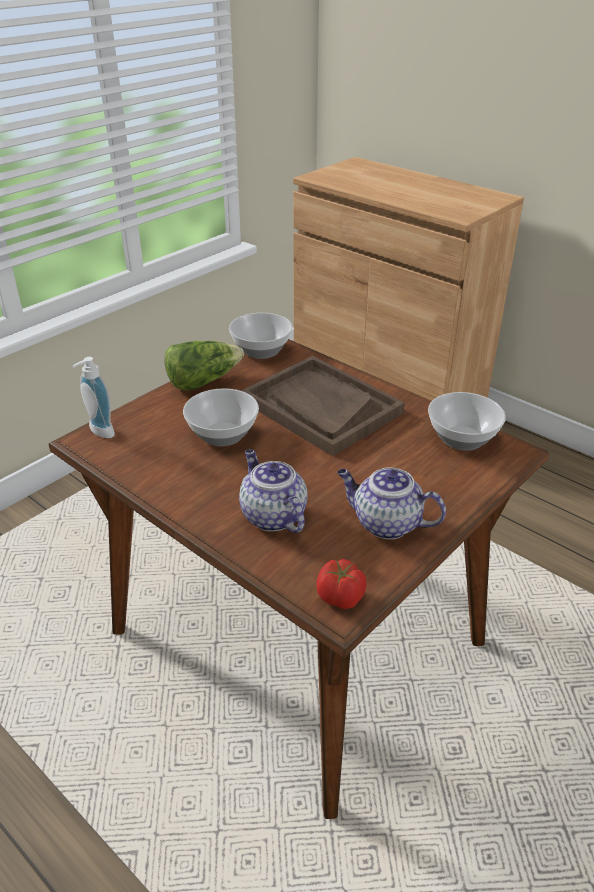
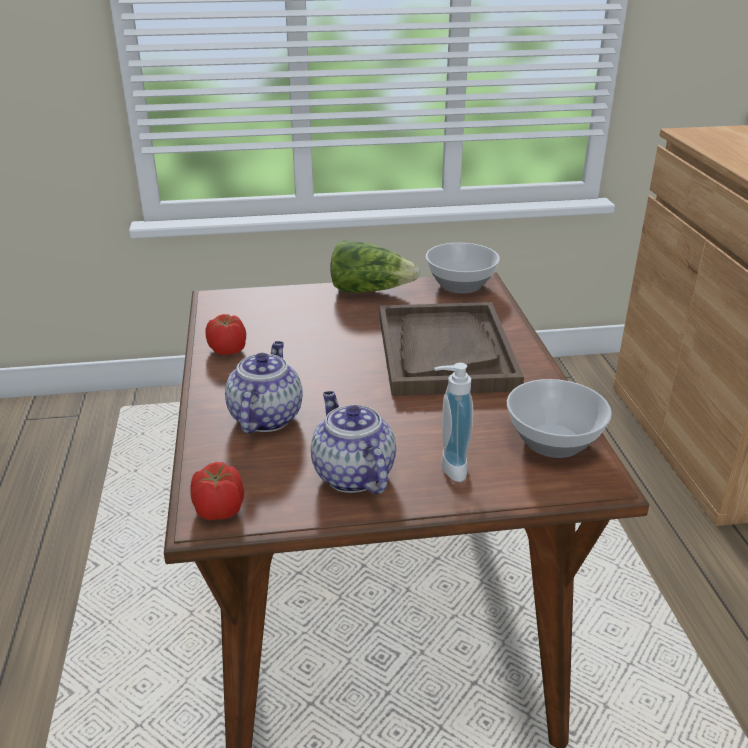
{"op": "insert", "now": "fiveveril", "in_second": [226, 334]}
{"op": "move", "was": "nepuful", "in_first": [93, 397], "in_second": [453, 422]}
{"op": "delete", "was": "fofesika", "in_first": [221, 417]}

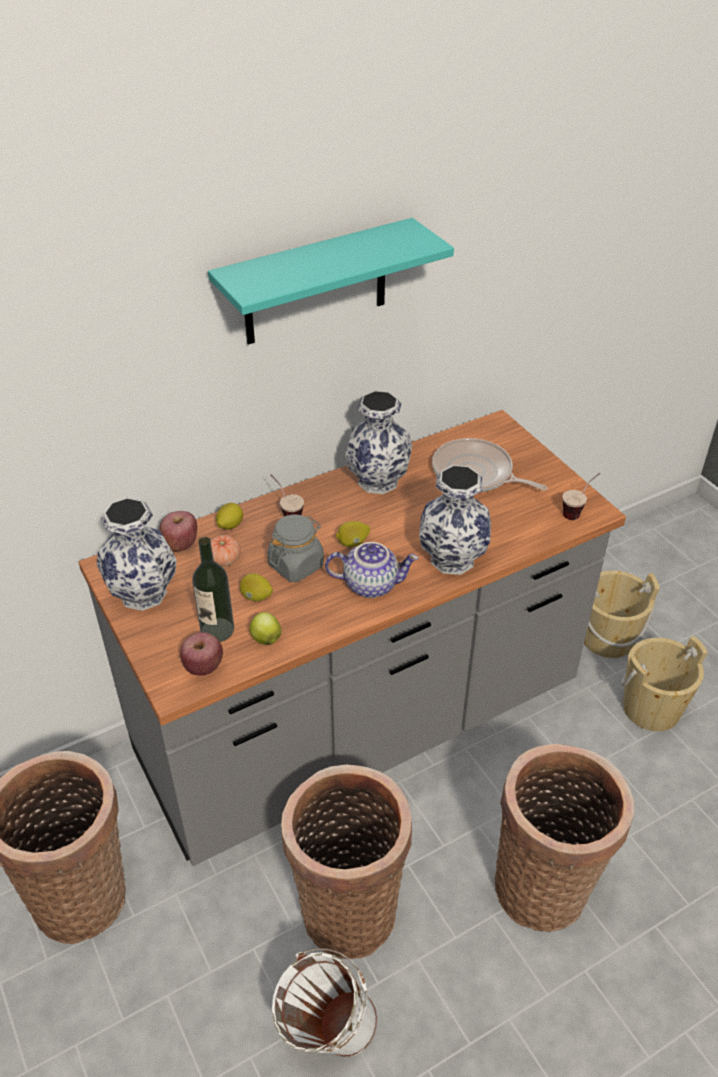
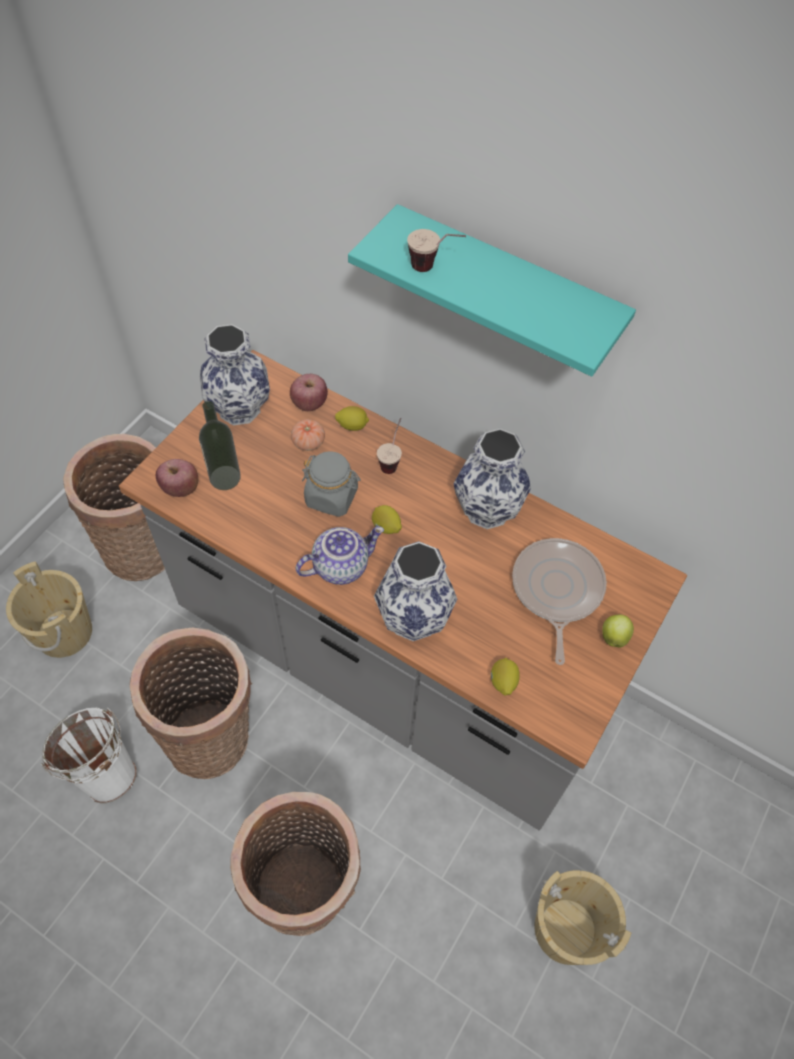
{"op": "move", "was": "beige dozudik", "in_first": [622, 614], "in_second": [49, 609]}
{"op": "rotate", "was": "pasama", "in_first": [372, 570], "in_second": [340, 555], "clockwise": -90}
{"op": "move", "was": "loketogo", "in_first": [581, 496], "in_second": [436, 250]}
{"op": "move", "was": "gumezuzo", "in_first": [256, 587], "in_second": [505, 677]}
{"op": "move", "was": "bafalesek", "in_first": [265, 628], "in_second": [618, 631]}

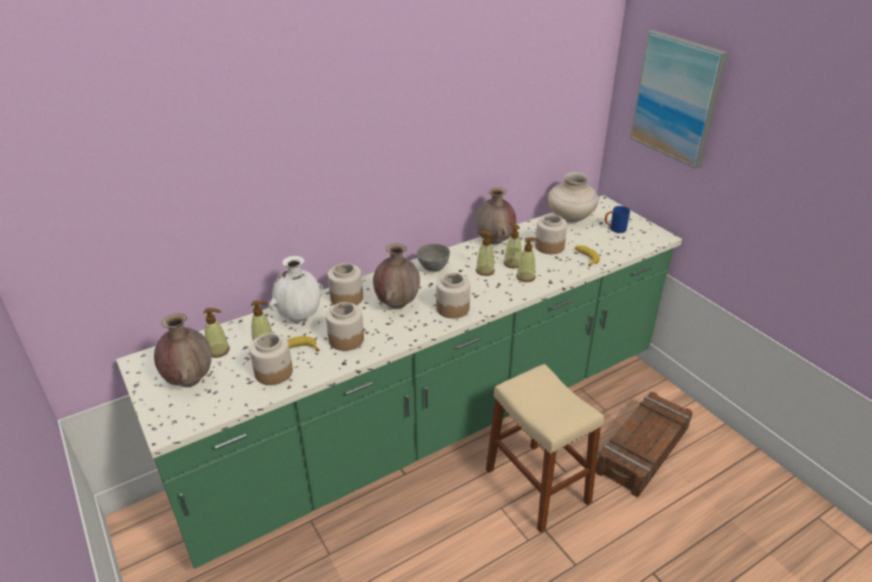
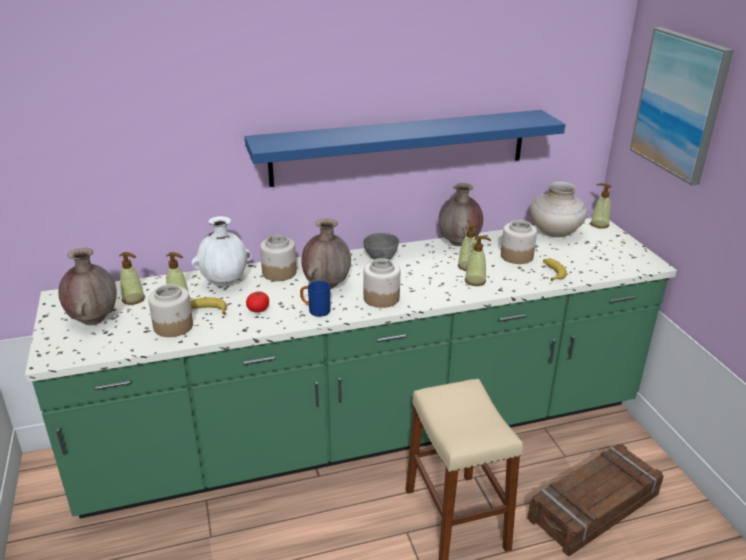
{"op": "insert", "now": "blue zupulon", "in_second": [405, 148]}
{"op": "replace", "was": "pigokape", "now": "fiveveril", "in_first": [345, 326], "in_second": [257, 301]}
{"op": "move", "was": "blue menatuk", "in_first": [617, 219], "in_second": [315, 299]}
{"op": "move", "was": "nepuful", "in_first": [485, 253], "in_second": [600, 205]}

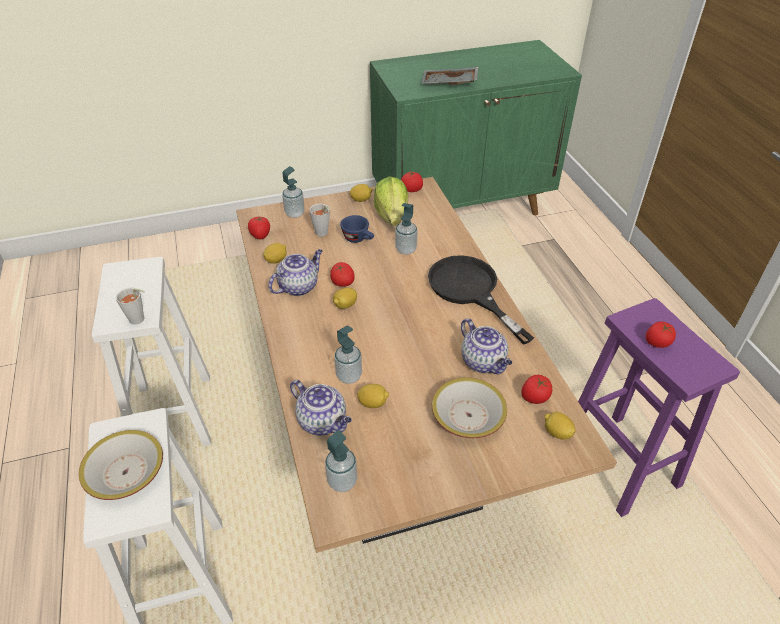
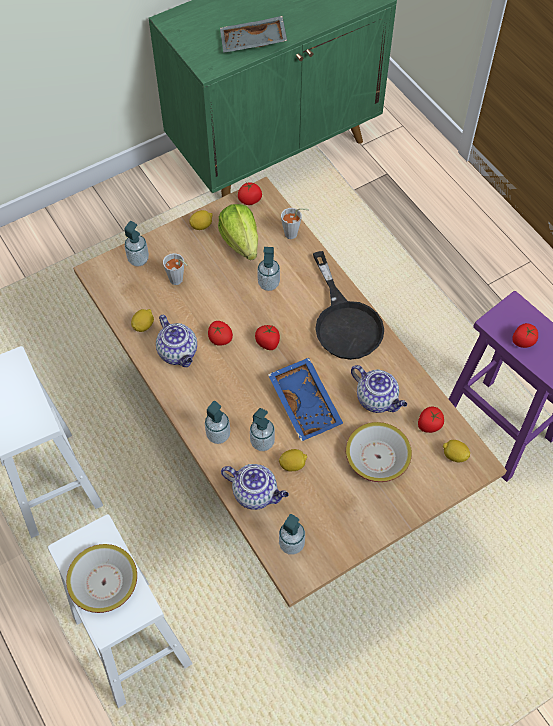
{"op": "rotate", "was": "pasama", "in_first": [295, 272], "in_second": [176, 341], "clockwise": 120}
{"op": "insert", "now": "nepuful", "in_second": [217, 422]}
{"op": "move", "was": "fiveveril", "in_first": [259, 228], "in_second": [267, 337]}
{"op": "insert", "now": "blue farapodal", "in_second": [305, 400]}
{"op": "move", "was": "grey loketogo", "in_first": [130, 306], "in_second": [295, 223]}
{"op": "rotate", "was": "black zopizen", "in_first": [481, 300], "in_second": [348, 305], "clockwise": -150}
{"op": "delete", "was": "gumezuzo", "in_first": [345, 298]}
{"op": "delete", "was": "blue loketogo", "in_first": [357, 229]}

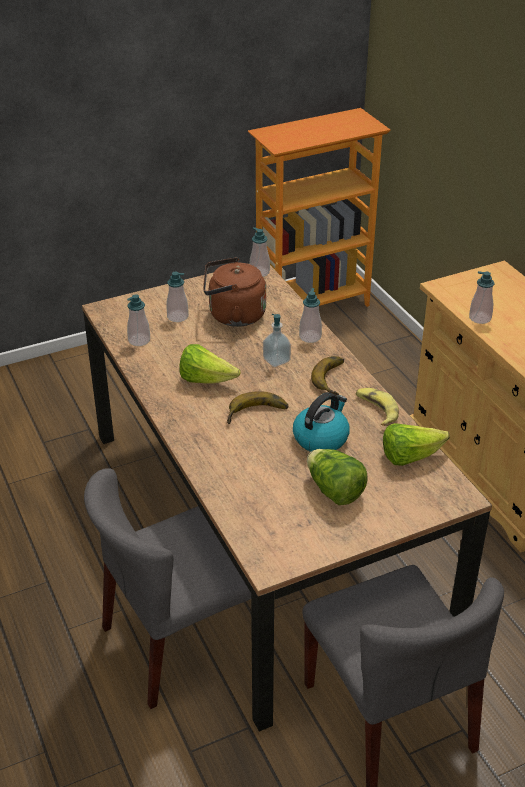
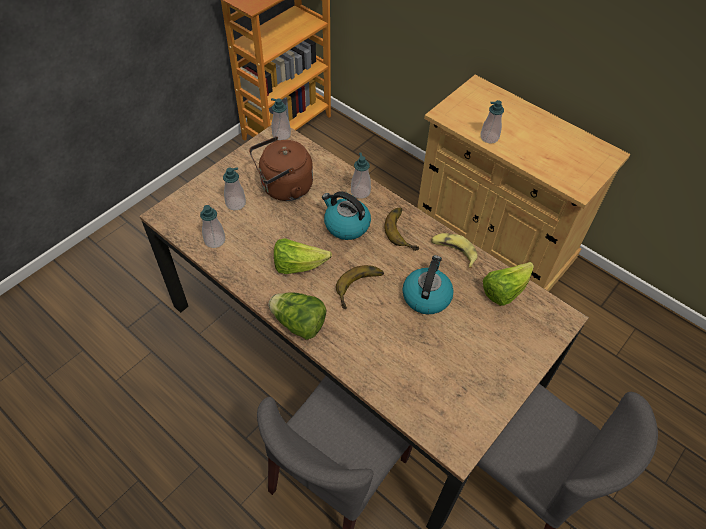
{"op": "move", "was": "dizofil", "in_first": [337, 477], "in_second": [297, 316]}
{"op": "replace", "was": "nepuful", "now": "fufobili", "in_first": [277, 340], "in_second": [346, 215]}

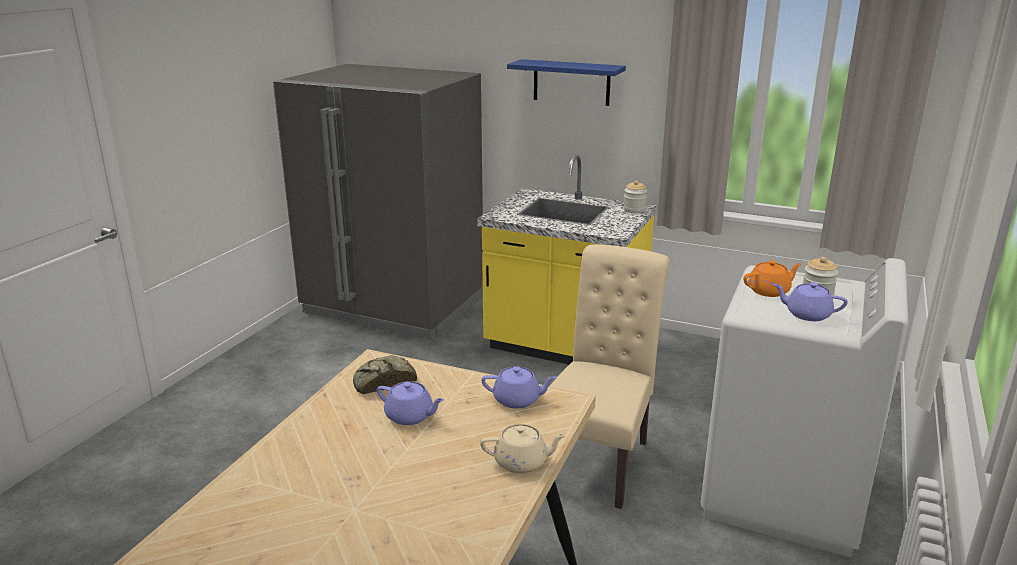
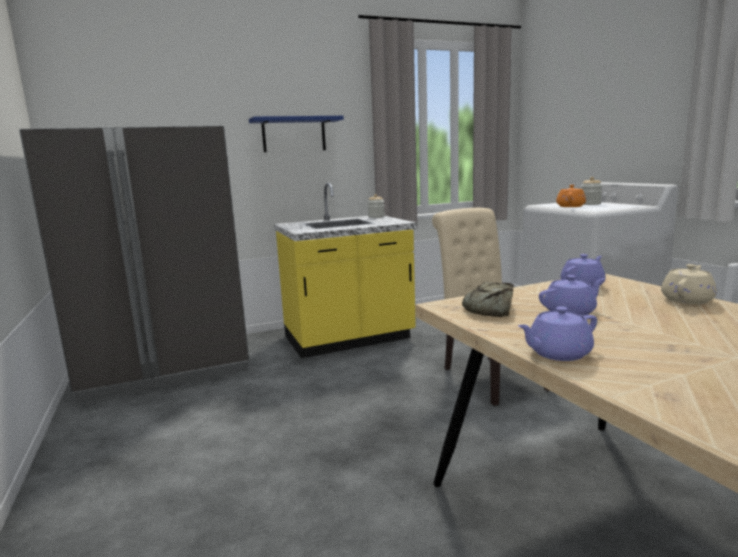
{"op": "move", "was": "purple pasama", "in_first": [810, 301], "in_second": [557, 334]}

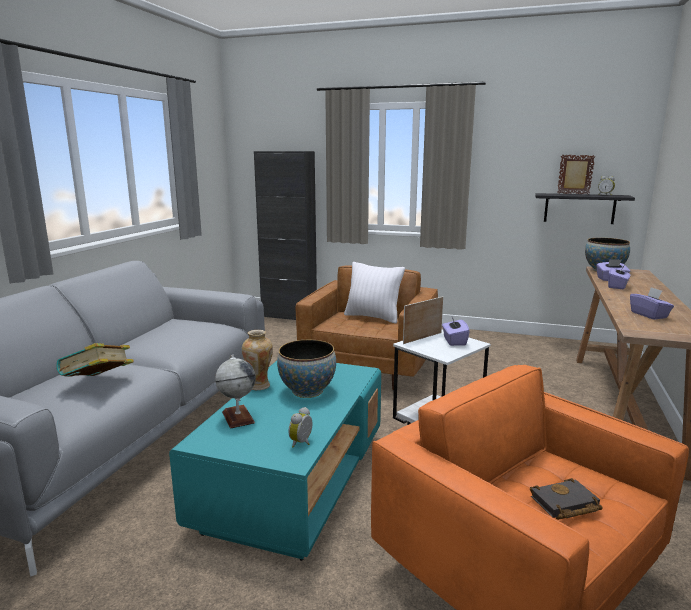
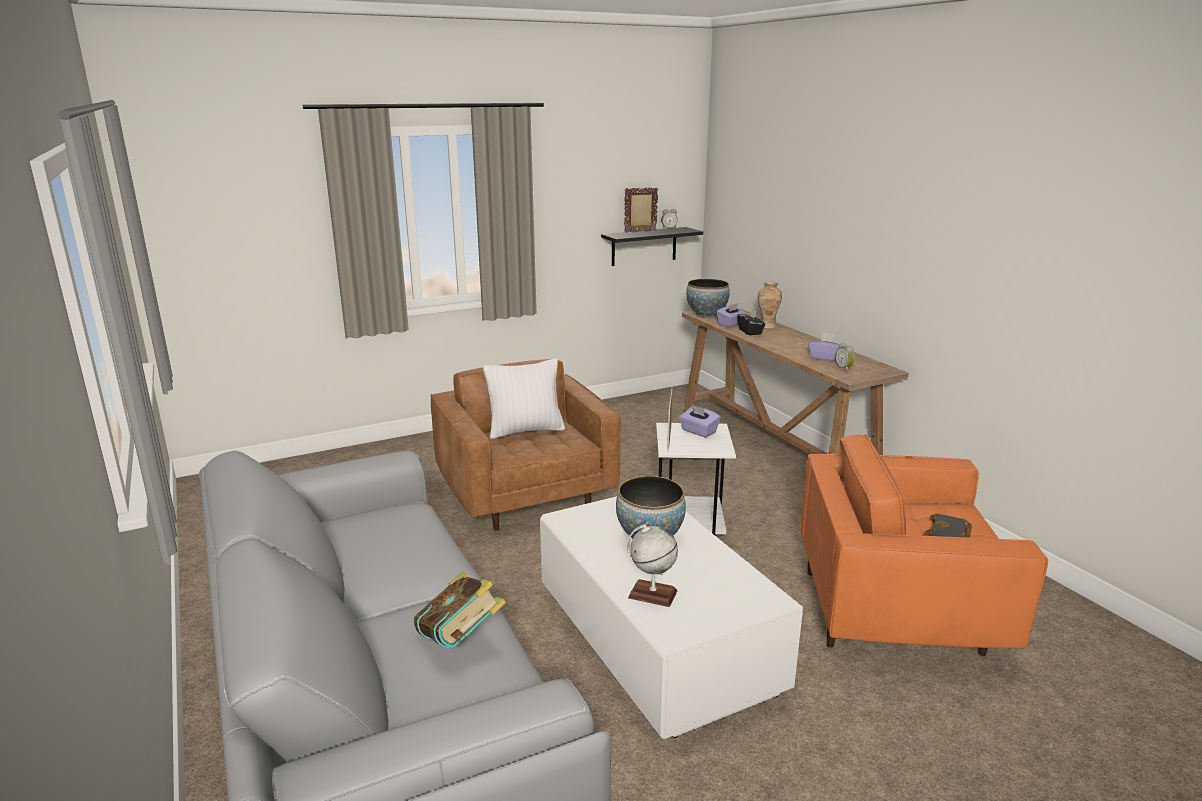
{"op": "recolor", "was": "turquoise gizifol", "now": "white gizifol", "in_first": [275, 461], "in_second": [671, 617]}
{"op": "recolor", "was": "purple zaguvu", "now": "black zaguvu", "in_first": [619, 277], "in_second": [751, 322]}
{"op": "move", "was": "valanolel", "in_first": [257, 360], "in_second": [770, 305]}
{"op": "move", "was": "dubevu", "in_first": [300, 427], "in_second": [845, 357]}
{"op": "delete", "was": "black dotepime", "in_first": [285, 235]}

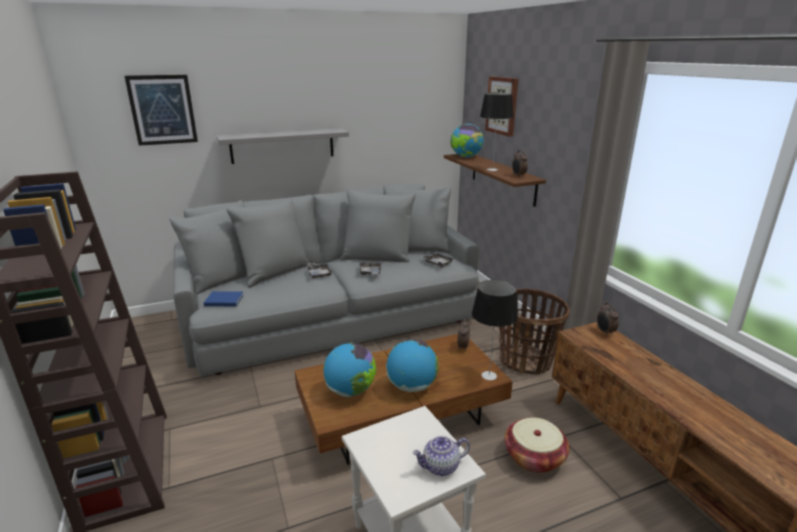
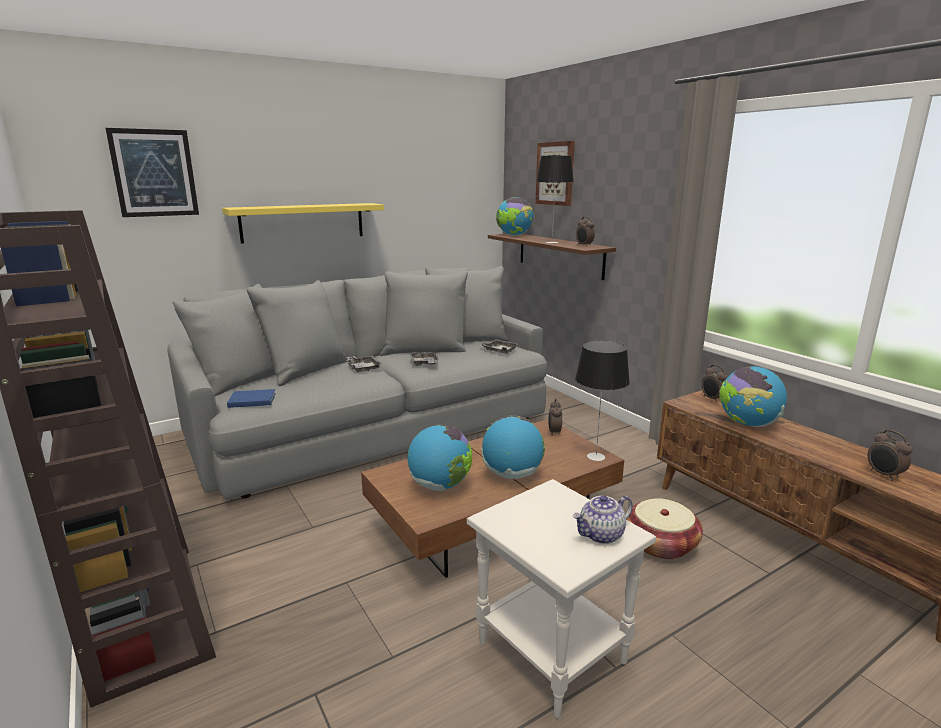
{"op": "recolor", "was": "grey zupulon", "now": "yellow zupulon", "in_first": [282, 146], "in_second": [303, 223]}
{"op": "insert", "now": "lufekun", "in_second": [753, 396]}
{"op": "insert", "now": "dubevu", "in_second": [890, 455]}
{"op": "delete", "was": "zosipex", "in_first": [534, 331]}

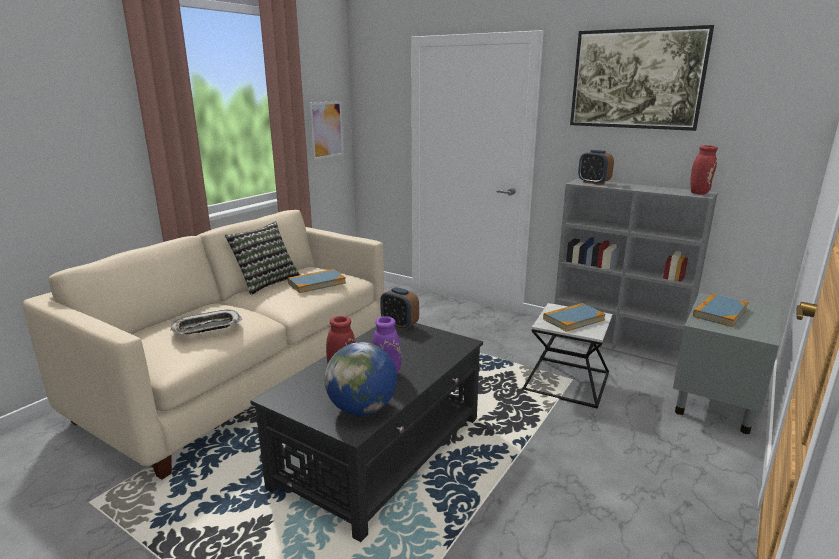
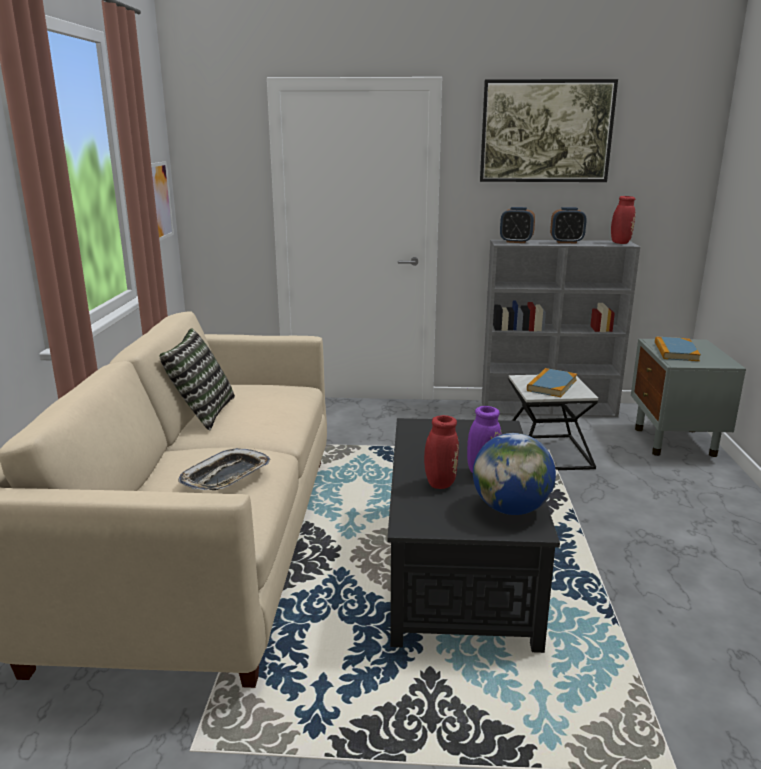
{"op": "move", "was": "dubevu", "in_first": [399, 308], "in_second": [568, 225]}
{"op": "delete", "was": "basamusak", "in_first": [317, 281]}

